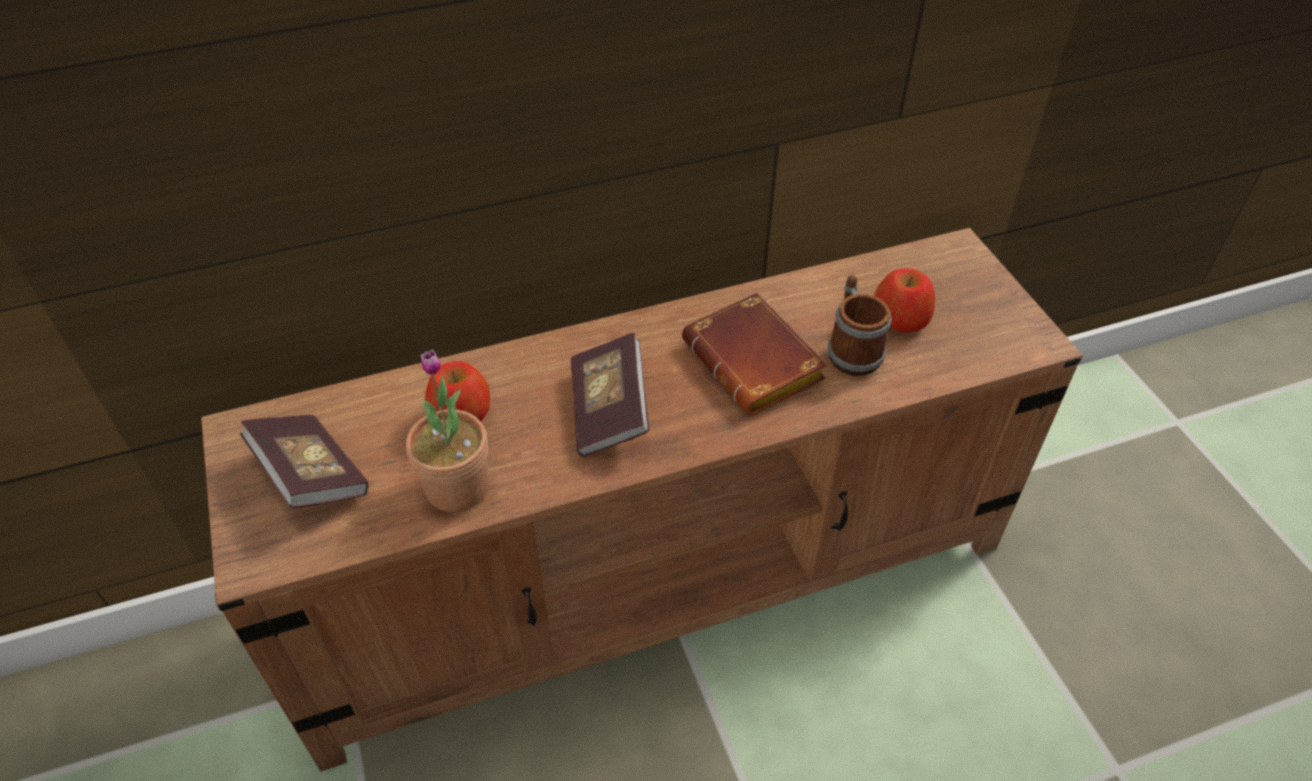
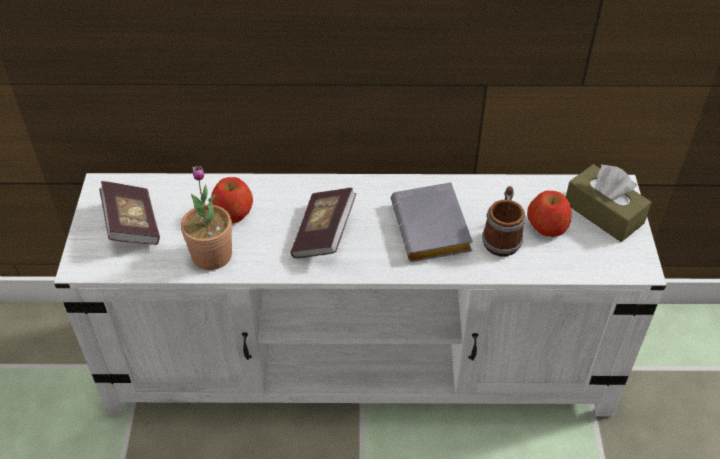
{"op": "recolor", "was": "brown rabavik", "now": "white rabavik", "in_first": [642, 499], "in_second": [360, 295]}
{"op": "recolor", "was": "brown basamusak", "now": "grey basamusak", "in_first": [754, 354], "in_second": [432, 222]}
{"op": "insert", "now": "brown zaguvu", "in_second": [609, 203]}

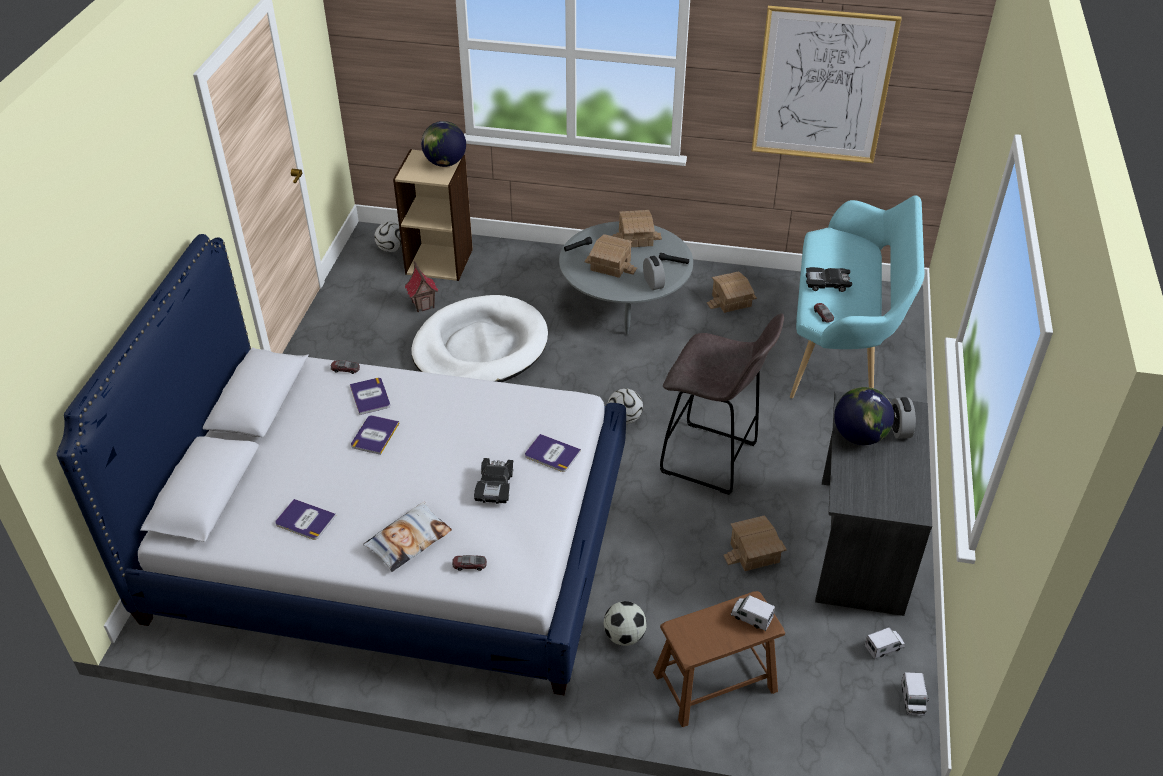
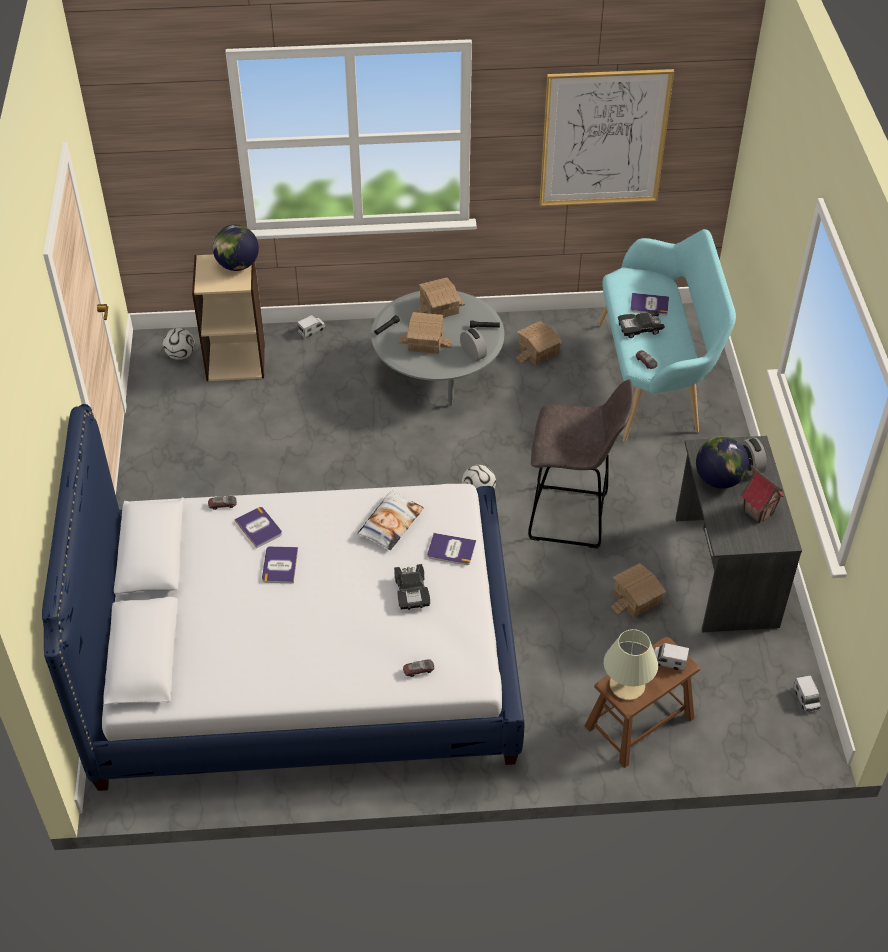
{"op": "move", "was": "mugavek", "in_first": [885, 643], "in_second": [311, 326]}
{"op": "move", "was": "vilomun", "in_first": [407, 537], "in_second": [390, 520]}
{"op": "insert", "now": "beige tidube", "in_second": [631, 664]}
{"op": "move", "was": "basamusak", "in_first": [305, 519], "in_second": [649, 304]}
{"op": "move", "was": "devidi", "in_first": [421, 286], "in_second": [762, 494]}
{"op": "delete", "was": "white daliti", "in_first": [479, 338]}
{"op": "delete", "was": "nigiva", "in_first": [625, 623]}

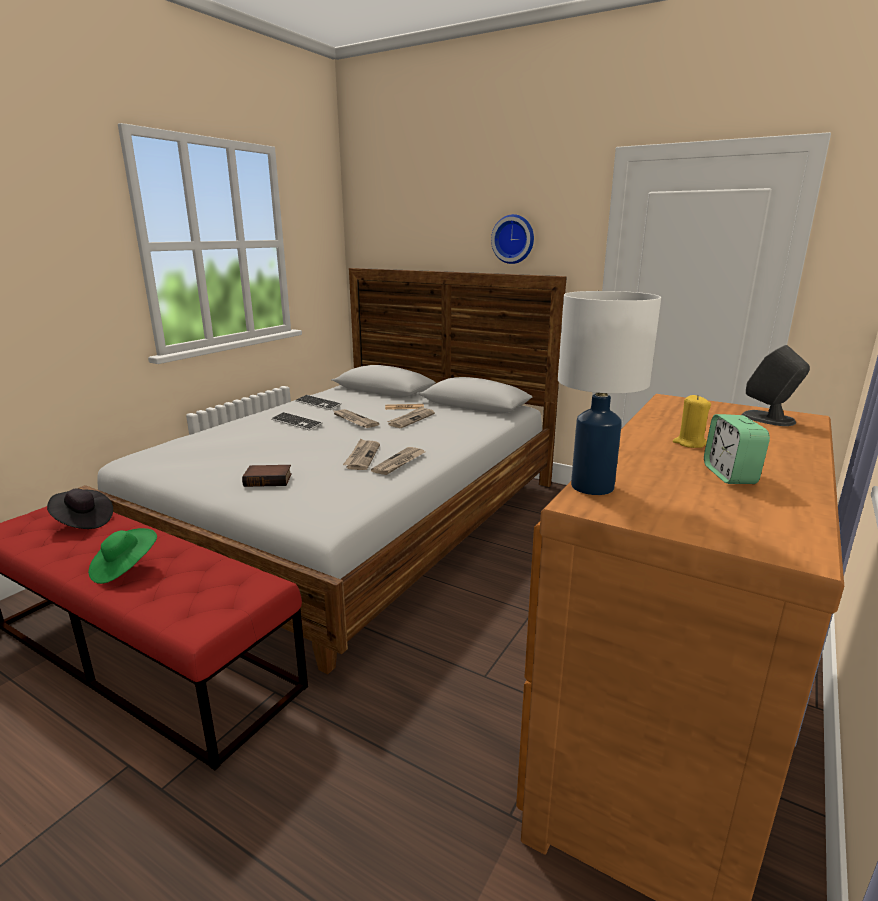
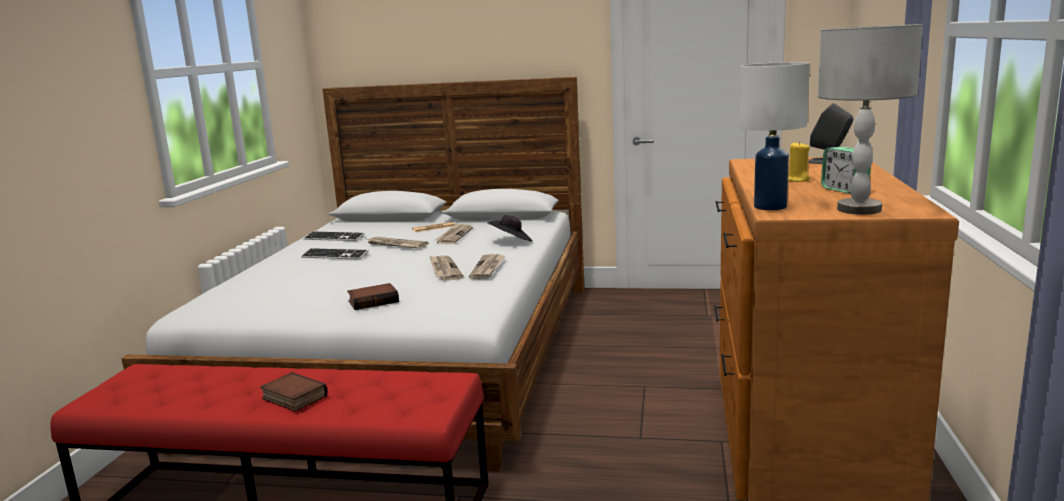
{"op": "replace", "was": "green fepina", "now": "basamusak", "in_first": [122, 556], "in_second": [294, 392]}
{"op": "move", "was": "black fepina", "in_first": [80, 508], "in_second": [510, 228]}
{"op": "insert", "now": "grey tidube", "in_second": [870, 119]}
{"op": "delete", "was": "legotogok", "in_first": [512, 239]}

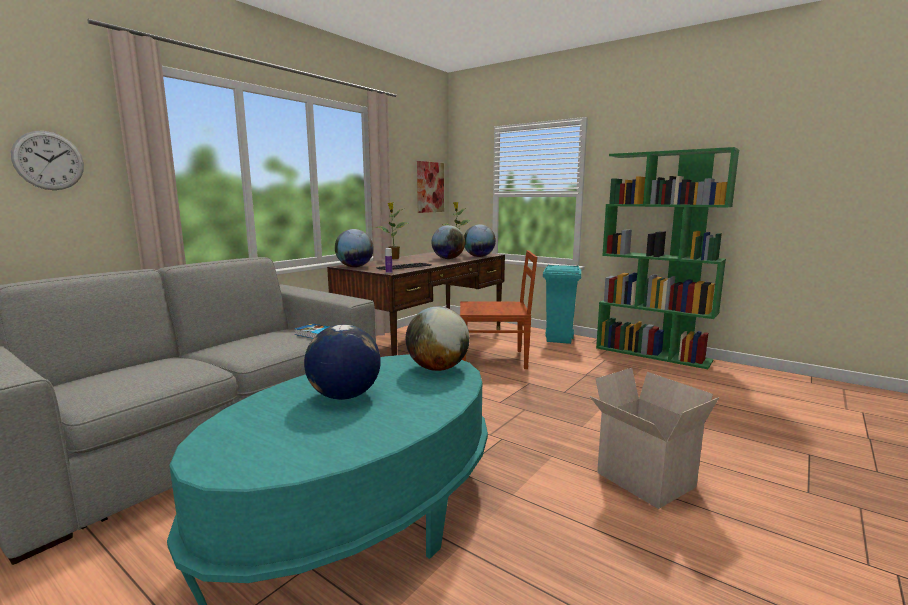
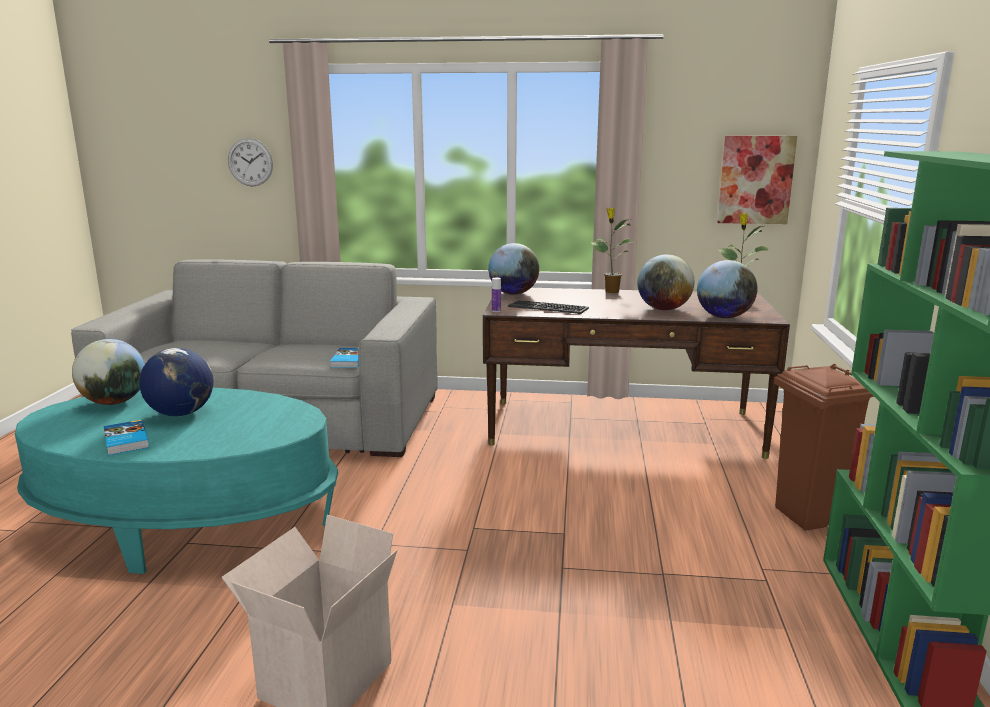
{"op": "move", "was": "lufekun", "in_first": [438, 339], "in_second": [108, 372]}
{"op": "insert", "now": "basamusak", "in_second": [126, 438]}
{"op": "recolor", "was": "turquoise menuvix", "now": "brown menuvix", "in_first": [562, 304], "in_second": [824, 447]}
{"op": "delete", "was": "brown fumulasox", "in_first": [498, 309]}

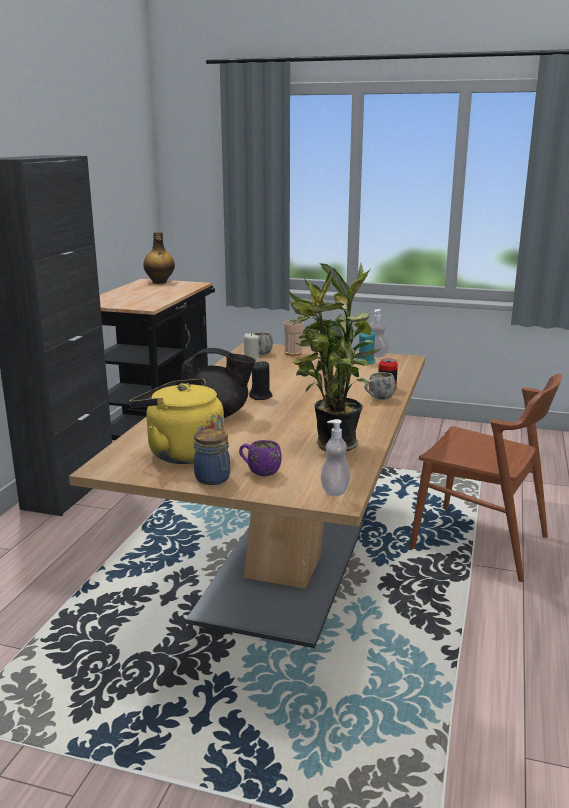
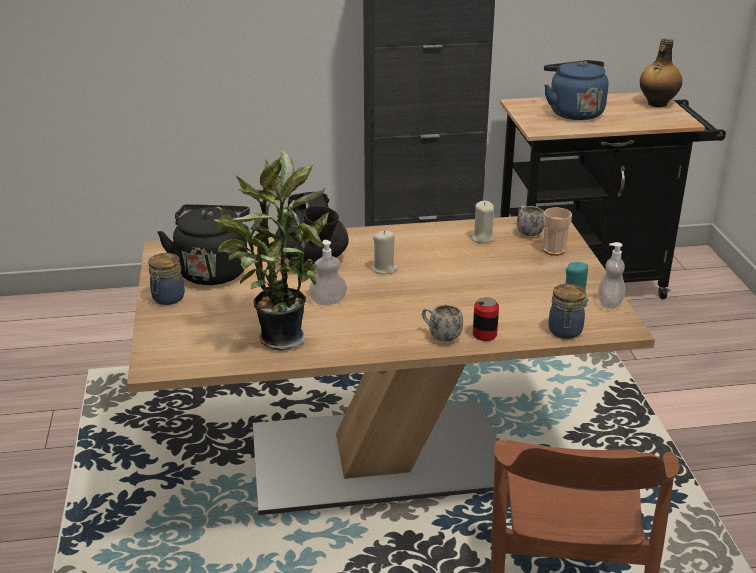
{"op": "recolor", "was": "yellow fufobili", "now": "black fufobili", "in_first": [177, 421], "in_second": [203, 244]}
{"op": "move", "was": "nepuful", "in_first": [335, 457], "in_second": [328, 272]}
{"op": "recolor", "was": "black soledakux", "now": "beige soledakux", "in_first": [261, 380], "in_second": [385, 252]}
{"op": "insert", "now": "blue fufobili", "in_second": [576, 90]}
{"op": "insert", "now": "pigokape", "in_second": [567, 311]}
{"op": "delete", "was": "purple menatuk", "in_first": [260, 458]}

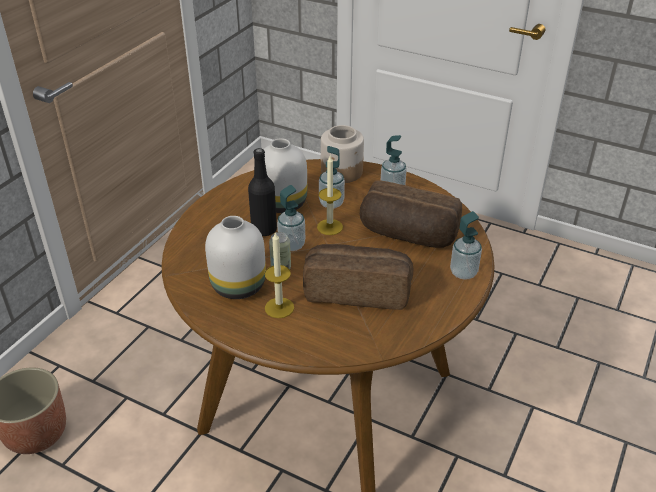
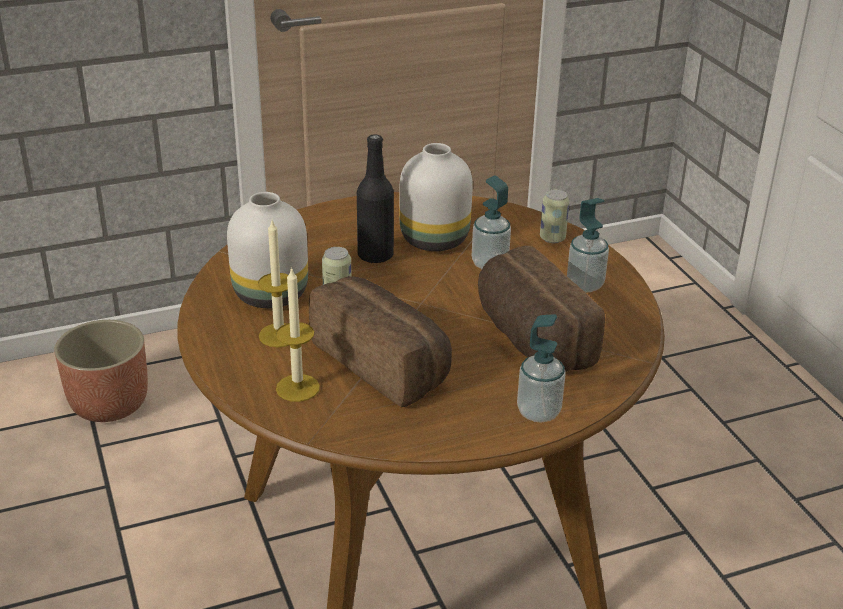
{"op": "move", "was": "soledakux", "in_first": [330, 195], "in_second": [298, 334]}
{"op": "replace", "was": "pigokape", "now": "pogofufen", "in_first": [342, 154], "in_second": [555, 216]}
{"op": "delete", "was": "nepuful", "in_first": [291, 218]}

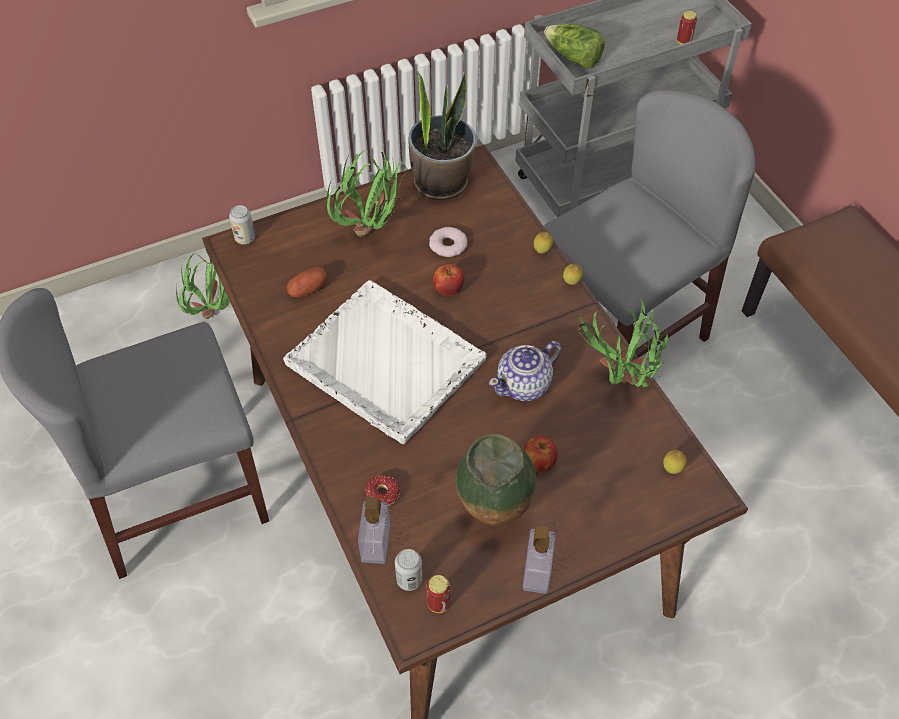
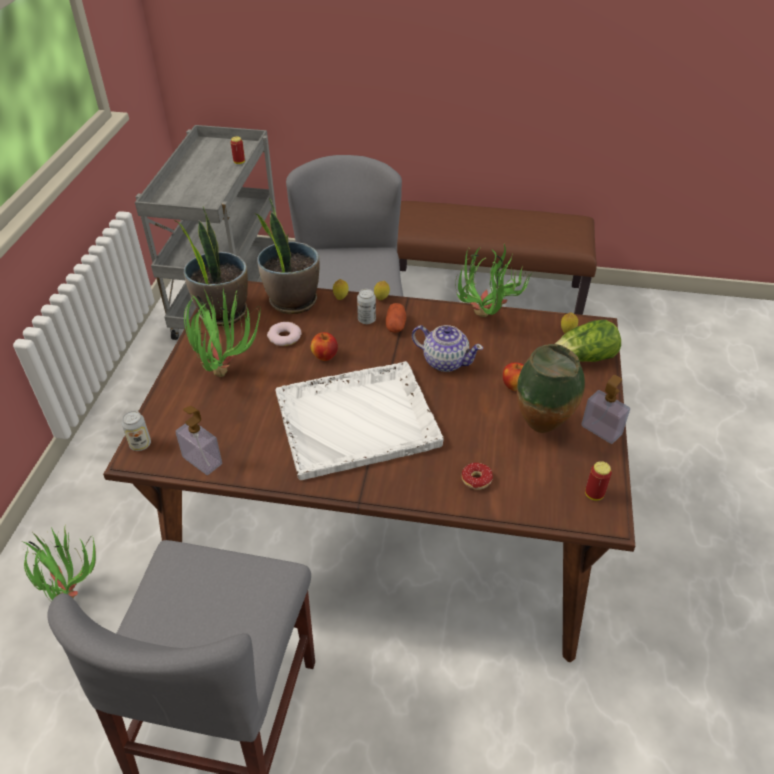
{"op": "move", "was": "nepuful", "in_first": [374, 530], "in_second": [198, 440]}
{"op": "insert", "now": "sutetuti", "in_second": [287, 256]}
{"op": "move", "was": "pogofufen", "in_first": [409, 570], "in_second": [366, 306]}
{"op": "move", "was": "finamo", "in_first": [307, 282], "in_second": [395, 318]}
{"op": "rotate", "was": "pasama", "in_first": [525, 371], "in_second": [447, 348], "clockwise": -60}
{"op": "move", "was": "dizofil", "in_first": [574, 46], "in_second": [588, 341]}

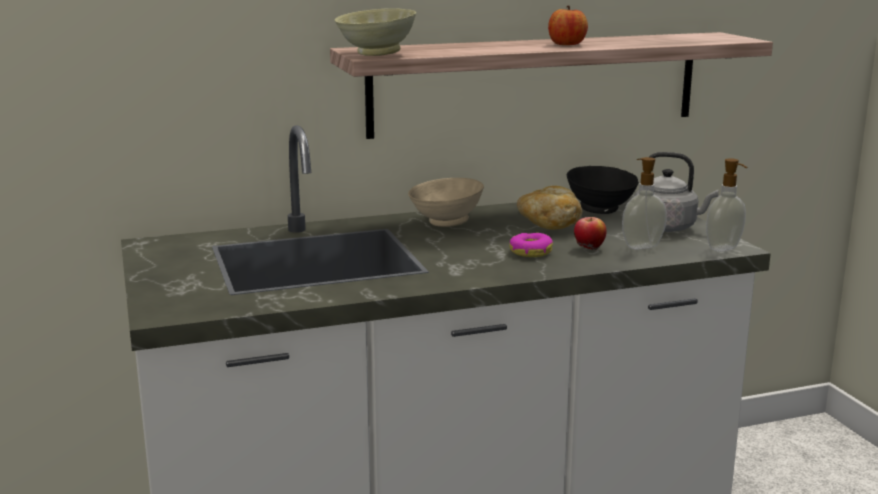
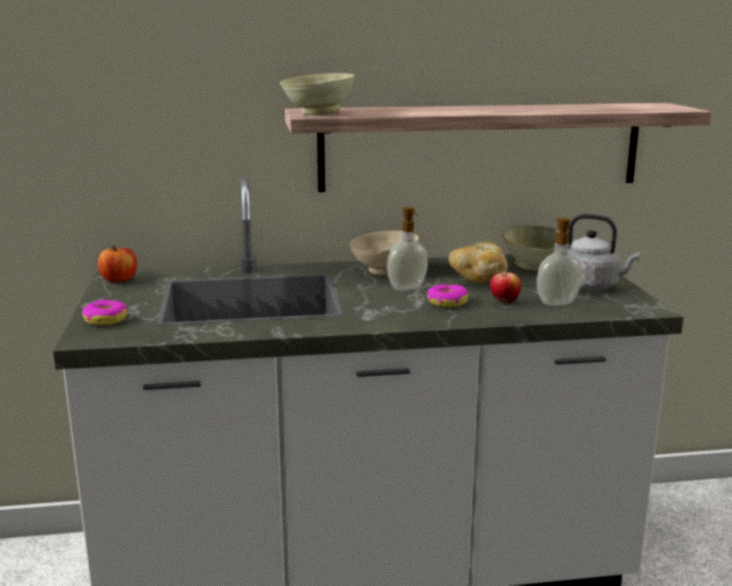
{"op": "insert", "now": "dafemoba", "in_second": [105, 312]}
{"op": "move", "was": "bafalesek", "in_first": [568, 25], "in_second": [117, 264]}
{"op": "move", "was": "nepuful", "in_first": [726, 205], "in_second": [407, 249]}
{"op": "recolor", "was": "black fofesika", "now": "beige fofesika", "in_first": [603, 190], "in_second": [531, 248]}

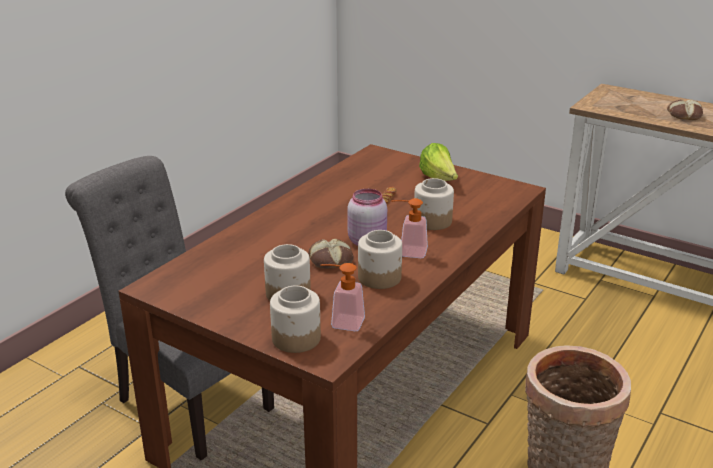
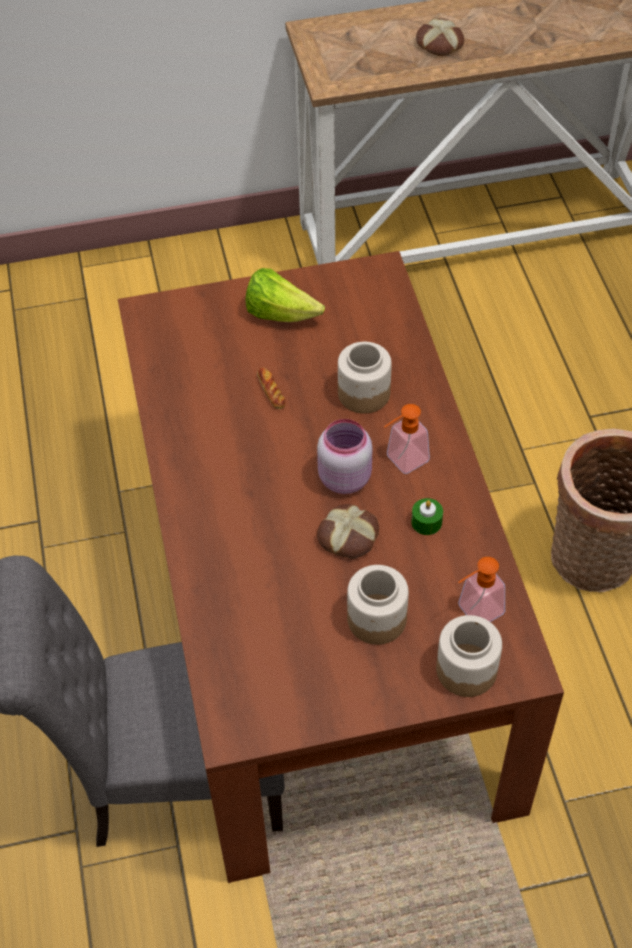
{"op": "replace", "was": "pigokape", "now": "green soledakux", "in_first": [380, 259], "in_second": [427, 516]}

